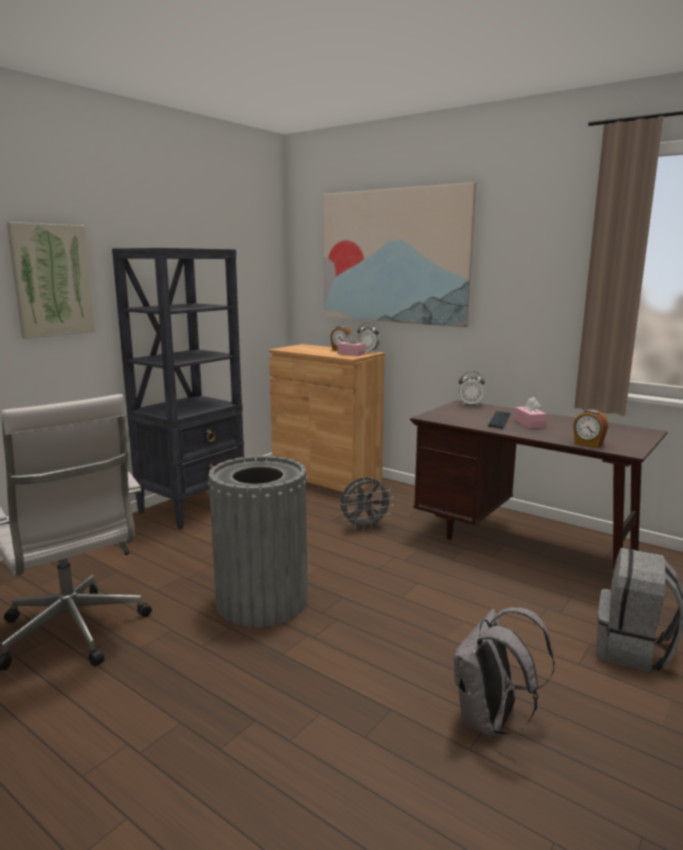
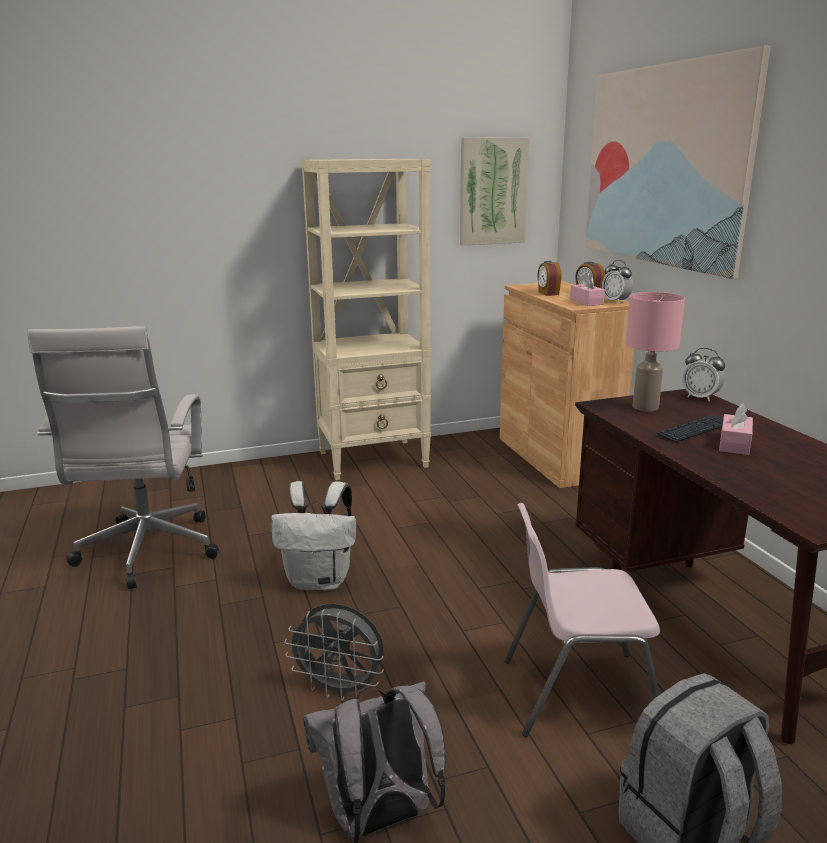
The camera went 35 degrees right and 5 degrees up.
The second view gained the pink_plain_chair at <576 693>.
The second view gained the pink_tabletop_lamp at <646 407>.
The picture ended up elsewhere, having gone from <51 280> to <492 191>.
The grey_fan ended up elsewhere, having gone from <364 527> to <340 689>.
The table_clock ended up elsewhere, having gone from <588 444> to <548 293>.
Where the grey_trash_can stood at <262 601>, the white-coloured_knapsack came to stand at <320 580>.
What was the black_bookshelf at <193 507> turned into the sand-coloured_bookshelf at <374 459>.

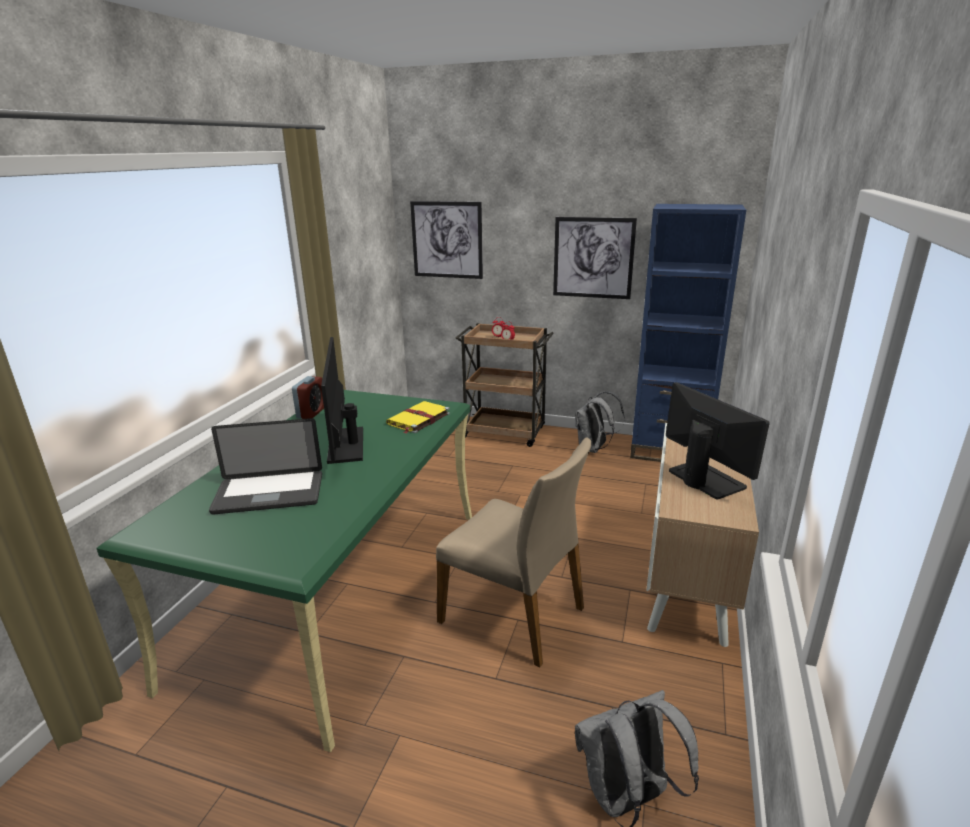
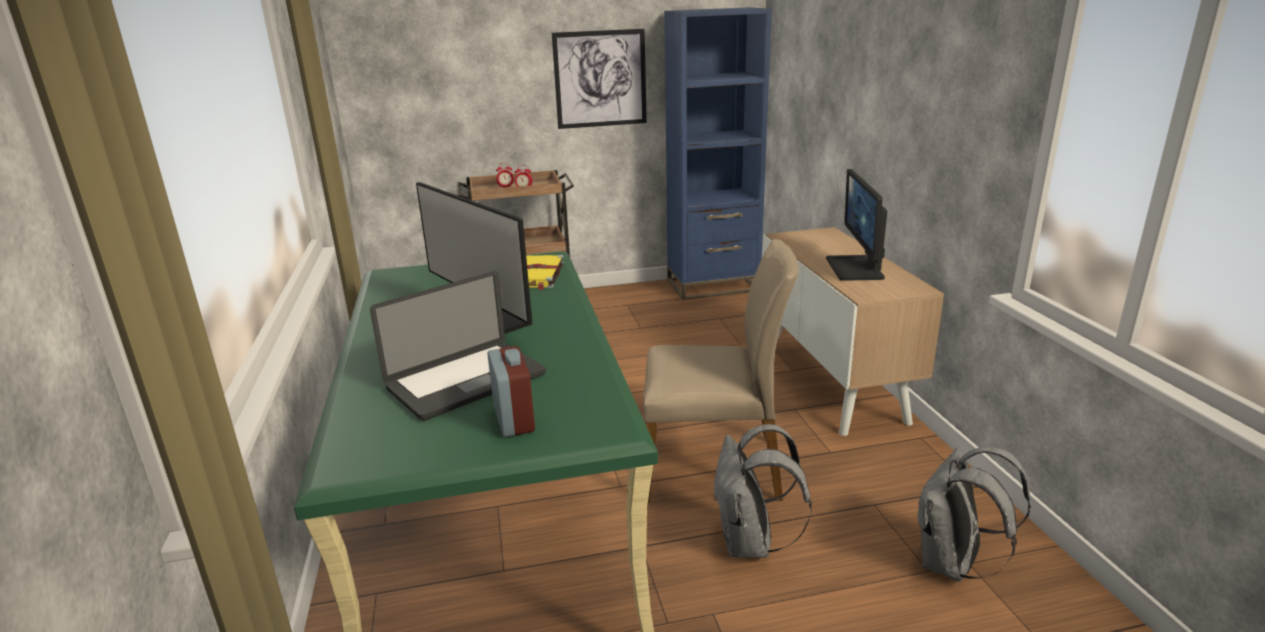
The camera went 30 degrees left and 0 degrees up.
The second view lost the picture at <447 240>.
The table_clock ended up elsewhere, having gone from <311 413> to <514 419>.
The grey_knapsack ended up elsewhere, having gone from <593 449> to <750 544>.
The computer_display at <704 479> ended up facing another way, 120 degrees counterclockwise from before.

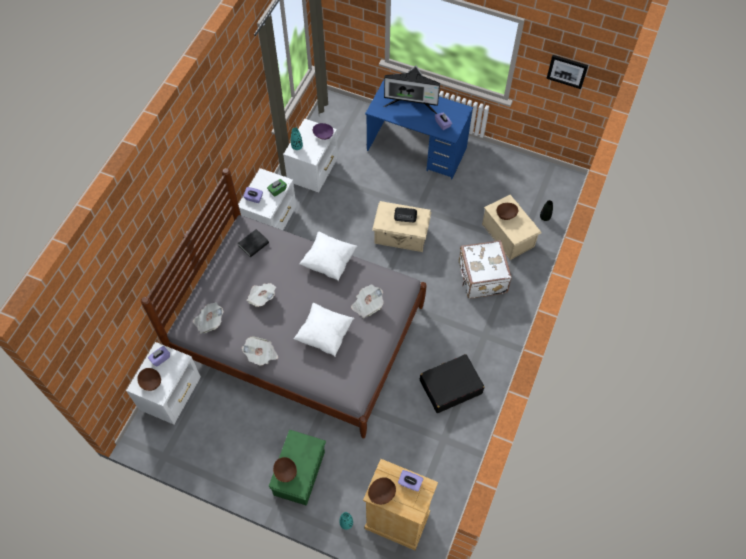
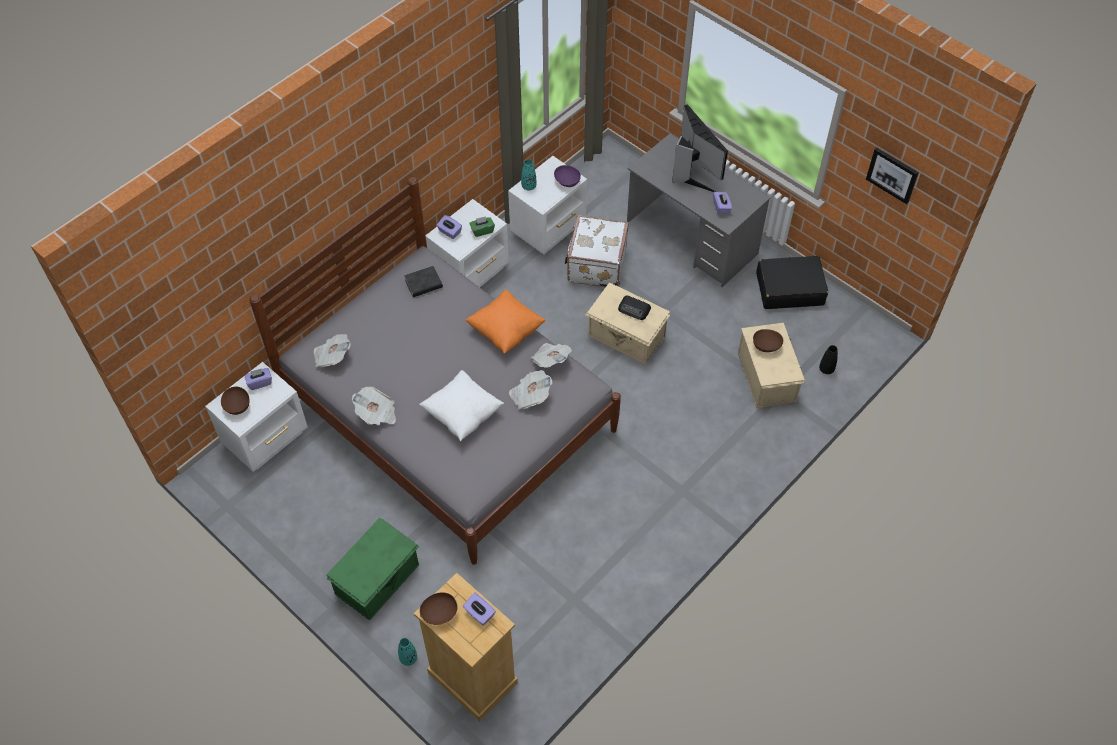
The camera went 20 degrees right and 5 degrees down.
The second view lost the brown_bowl at <285 472>.
The printed_paper ended up elsewhere, having gone from <261 297> to <551 360>.
The black_travel_case ended up elsewhere, having gone from <450 387> to <789 289>.
The white-coloured_travel_case ended up elsewhere, having gone from <481 278> to <595 265>.
What was the white-coloured_pillow at <328 262> turned into the orange-coloured_pillow at <505 331>.
What was the blue_desk_table at <416 150> turned into the grey_desk_table at <691 238>.
The computer_display at <411 105> ended up facing another way, 150 degrees counterclockwise from before.

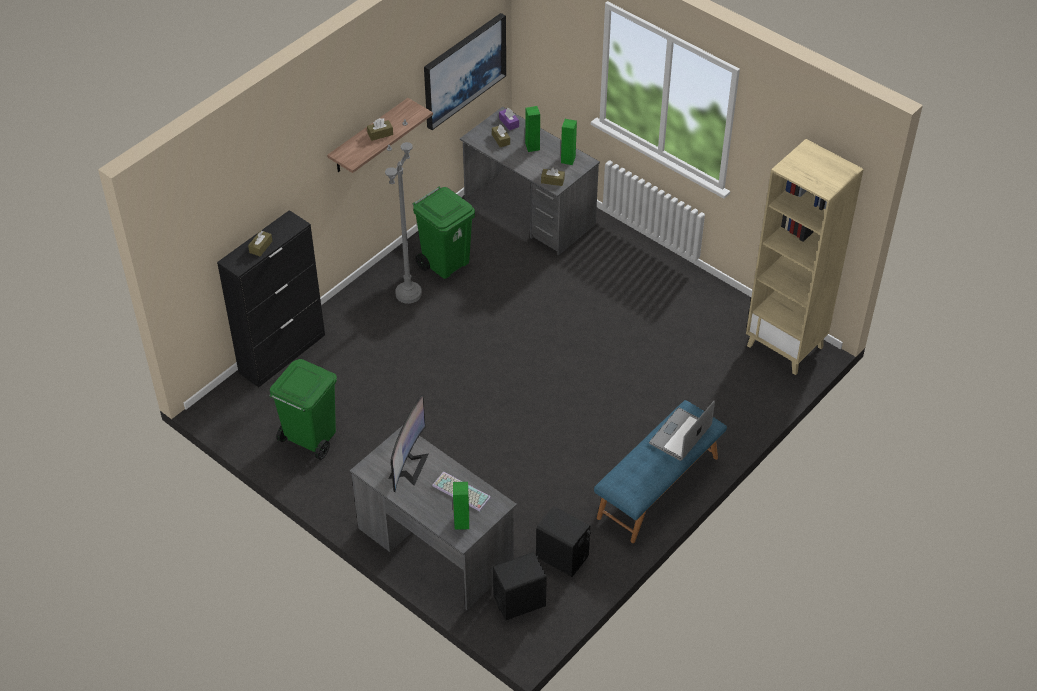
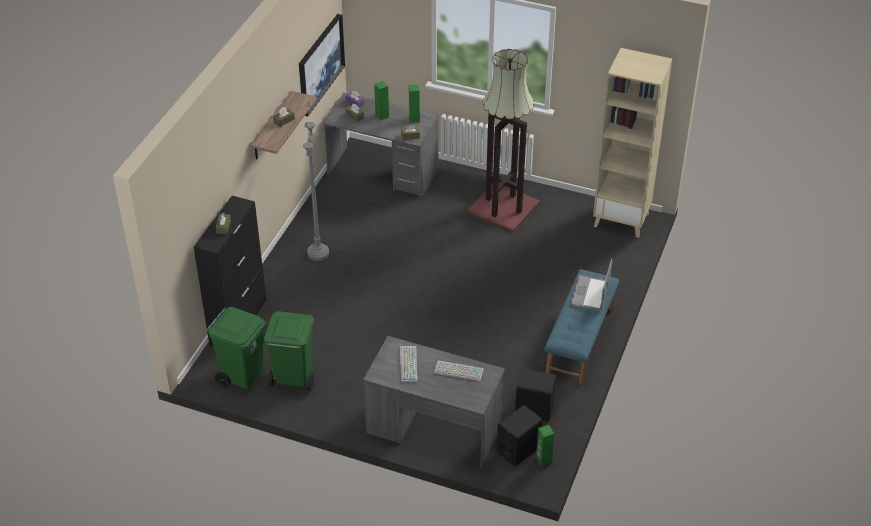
The camera went 20 degrees left and 5 degrees down.
The second view gained the standard_lamp at <504 207>.
The green_trash_can ended up elsewhere, having gone from <446 263> to <242 375>.
The green_loudspeaker ended up elsewhere, having gone from <461 522> to <543 460>.
Where the computer_display stood at <408 466>, the computer_keyboard came to stand at <407 364>.

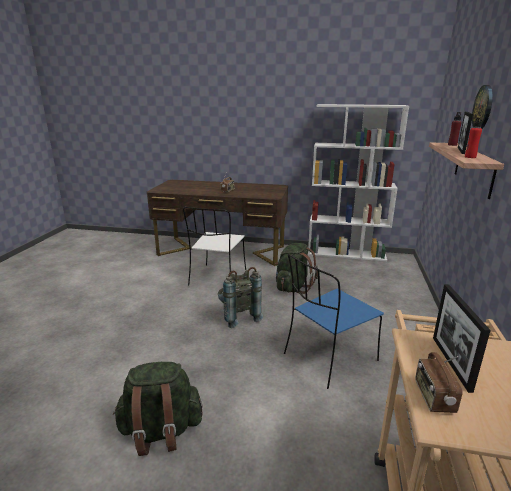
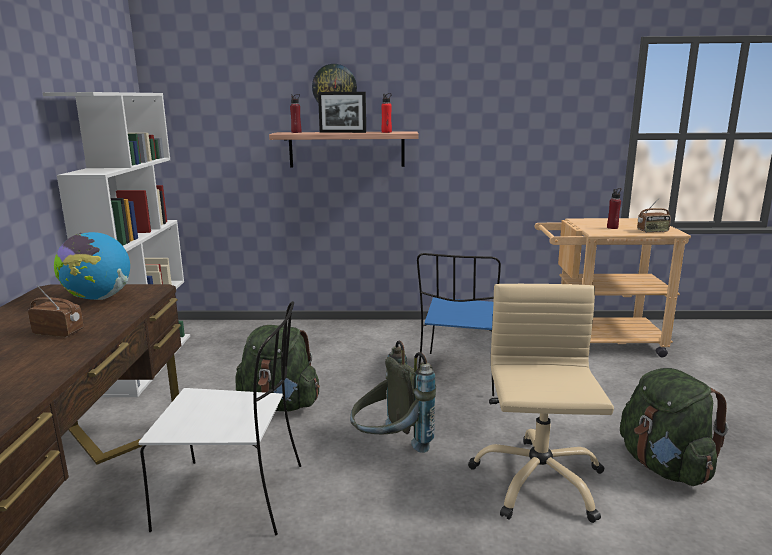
The camera went 100 degrees left and 5 degrees down.
The second view gained the globe at <98 298>.
The second view gained the sand-coloured_desk_chair at <537 481>.
Where the photo_frame stood at <451 362>, the reddish_drink_bottle came to stand at <612 227>.
The blue_plain_chair at <328 358> ended up facing another way, 60 degrees clockwise from before.

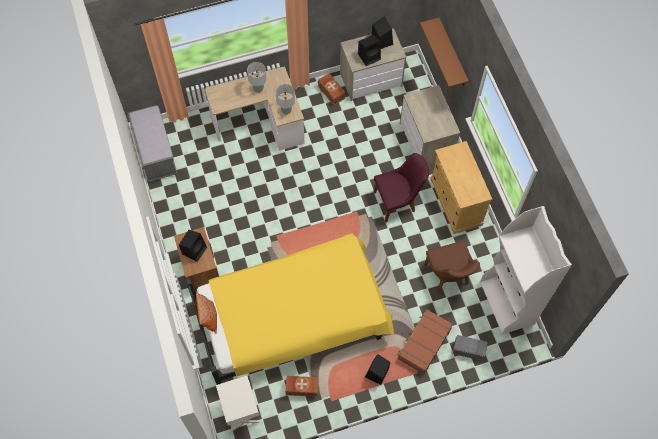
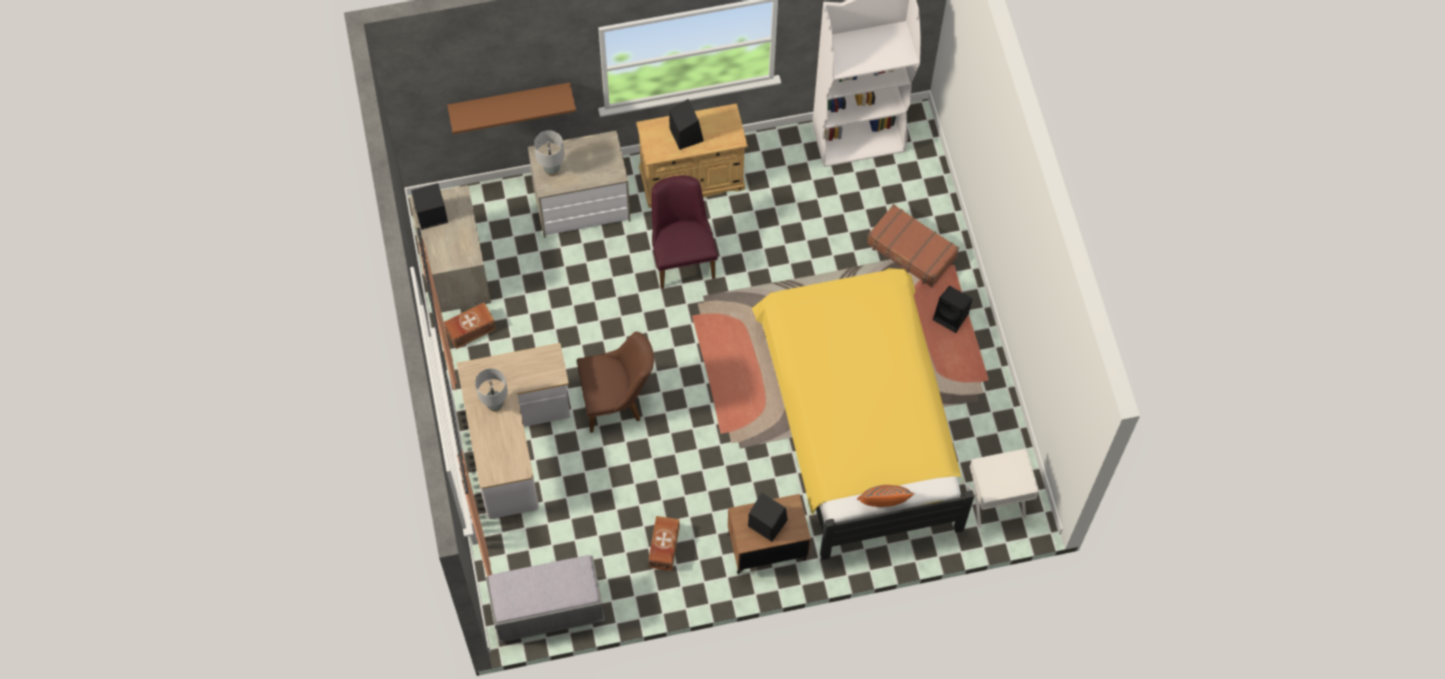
The camera went 85 degrees left and 0 degrees up.
The second view lost the grey_storage_bin at <469 350>.
The grey_tabletop_lamp ended up elsewhere, having gone from <286 111> to <551 170>.
The brown_storage_bin ended up elsewhere, having gone from <301 387> to <663 548>.
The black_loudspeaker ended up elsewhere, having gone from <369 56> to <685 134>.
The brown_plain_chair ended up elsewhere, having gone from <448 277> to <617 401>.

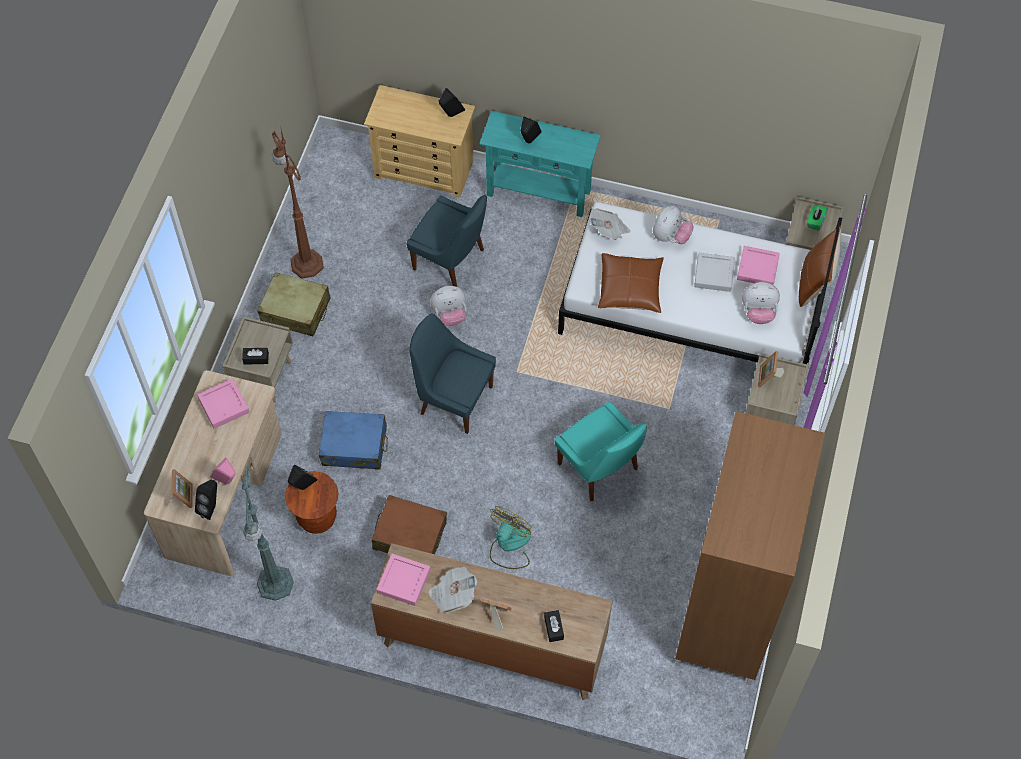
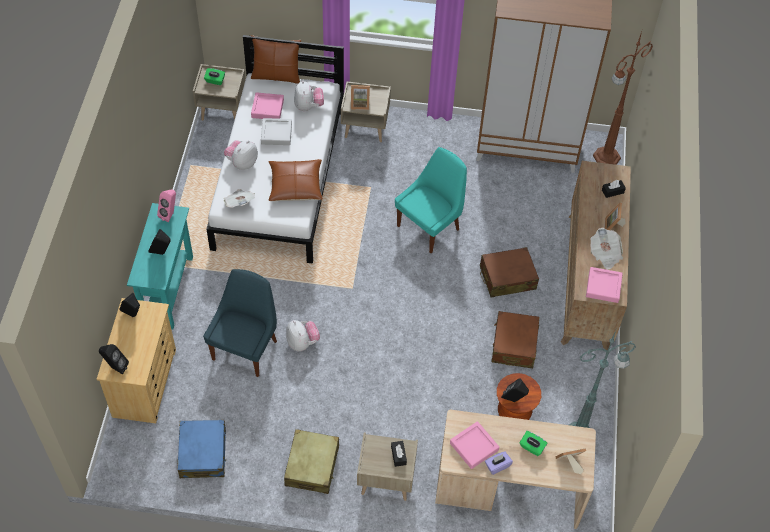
The camera went 100 degrees left and 5 degrees down.
The second view lost the blue_plain_chair at <453 399>.
The second view gained the purple_tissue_box at <497 466>.
The second view gained the green_tissue_box at <532 447>.
The black_loudspeaker ended up elsewhere, having gone from <211 507> to <115 367>.
The pink_loudspeaker ended up elsewhere, having gone from <227 481> to <170 214>.
The brown_standard_lamp ended up elsewhere, having gone from <306 262> to <605 157>.
The blue_travel_case ended up elsewhere, having gone from <354 446> to <203 453>.
Where the fan stood at <509 546>, the brown_travel_case came to stand at <507 278>.
The soft_toy at <670 237> ended up facing another way, 75 degrees counterclockwise from before.

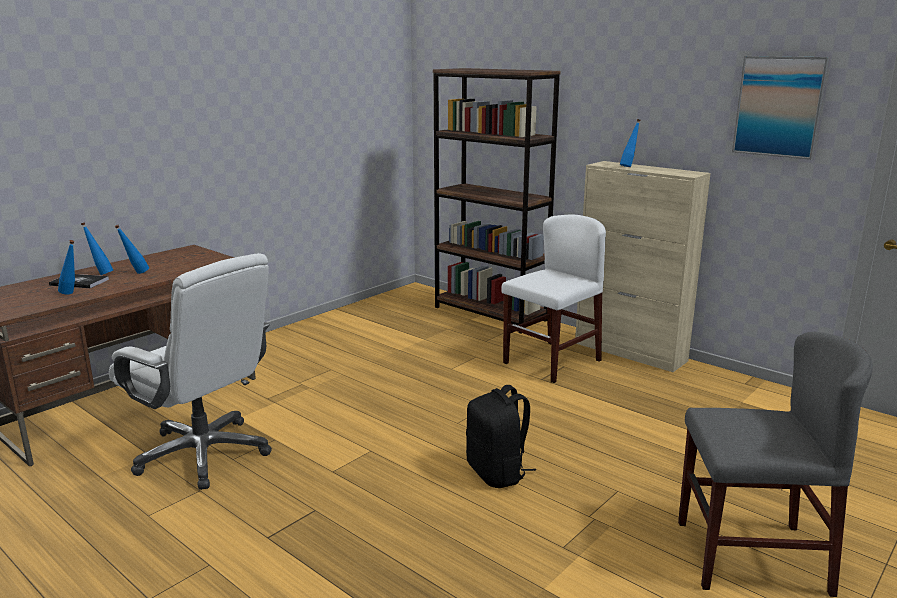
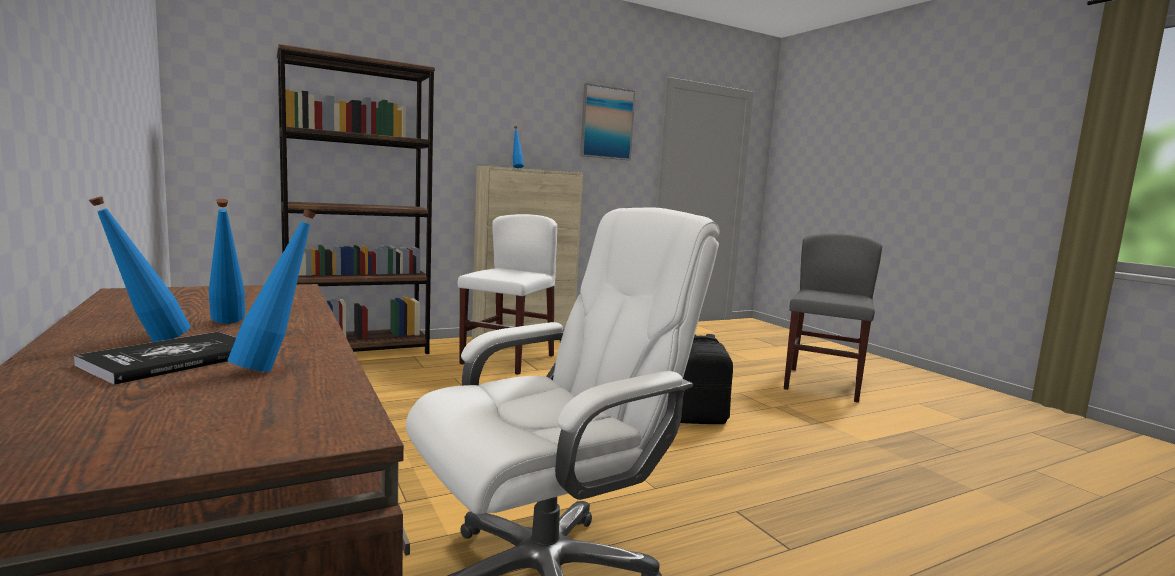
The camera went 70 degrees left and 10 degrees down.
The white-coloured_plain_chair at <552 361> ended up facing another way, 45 degrees clockwise from before.

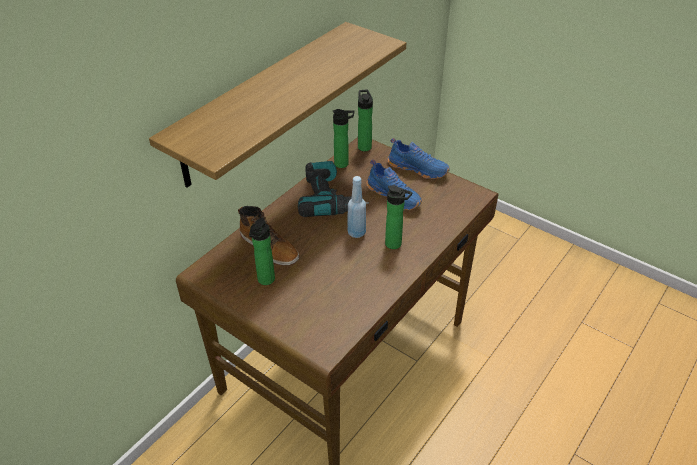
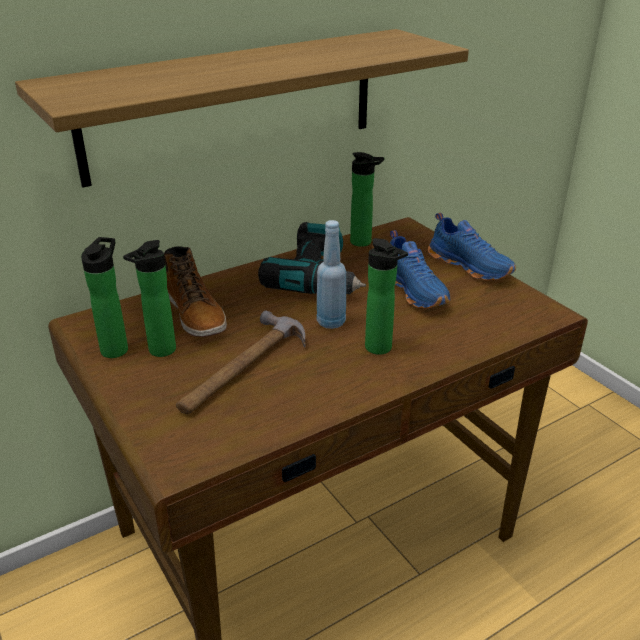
The camera went 20 degrees right and 10 degrees down.
The second view gained the hammer at <242 368>.
The drink_bottle ended up elsewhere, having gone from <364 146> to <116 348>.

